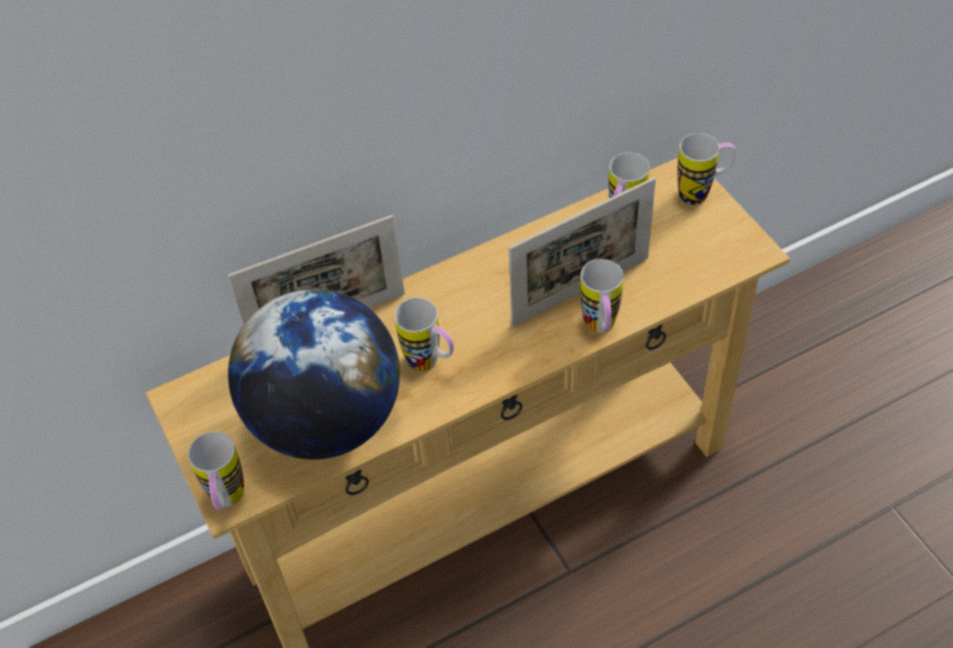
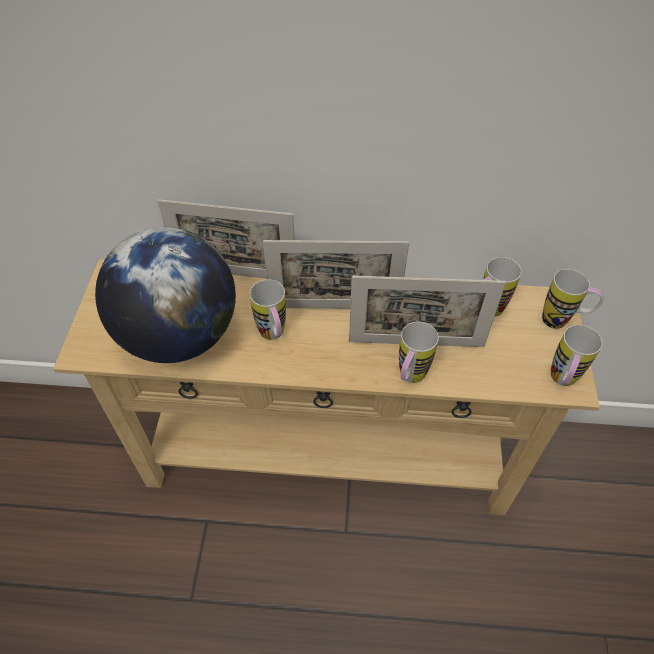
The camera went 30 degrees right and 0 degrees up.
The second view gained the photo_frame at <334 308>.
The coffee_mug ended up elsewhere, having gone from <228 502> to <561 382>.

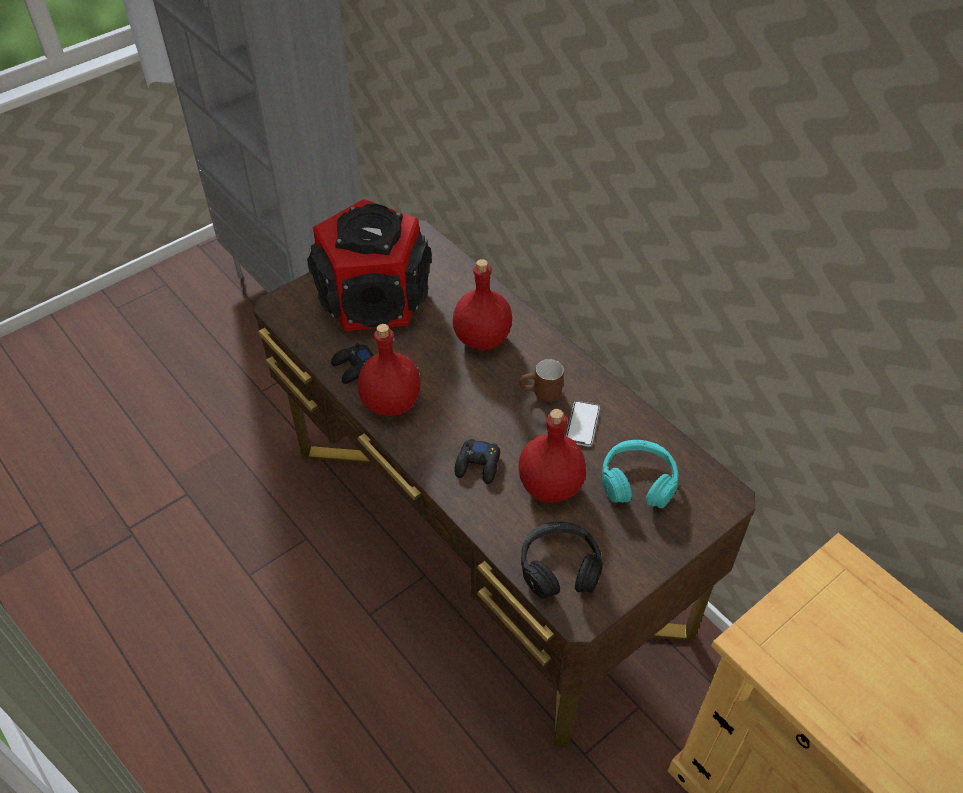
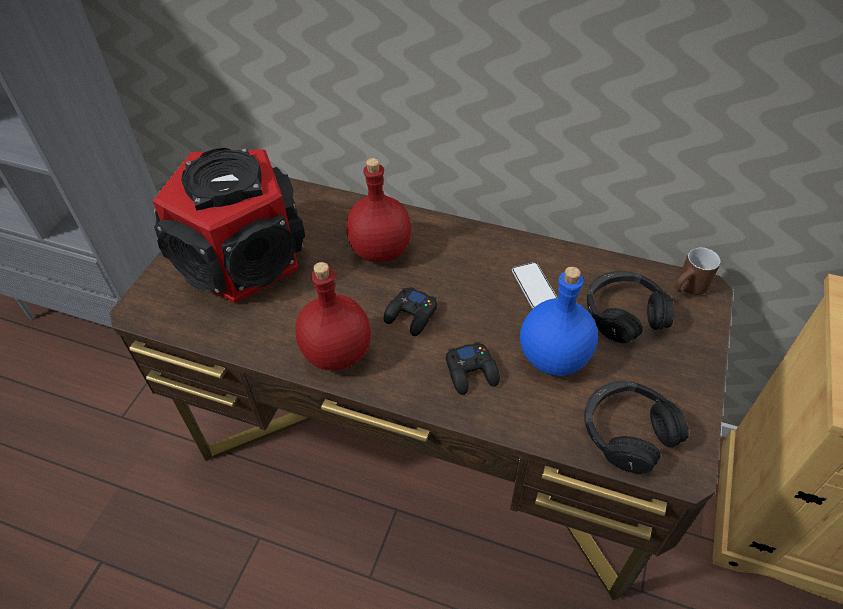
The camera went 30 degrees left and 0 degrees up.
The black_game_controller ended up elsewhere, having gone from <355 368> to <411 315>.
The brown_coffee_mug ended up elsewhere, having gone from <541 395> to <689 290>.
What was the reddish_drink_bottle at <549 485> turned into the blue_drink_bottle at <552 358>.
What was the turquoise_headset at <638 481> turned into the black_headset at <624 314>.

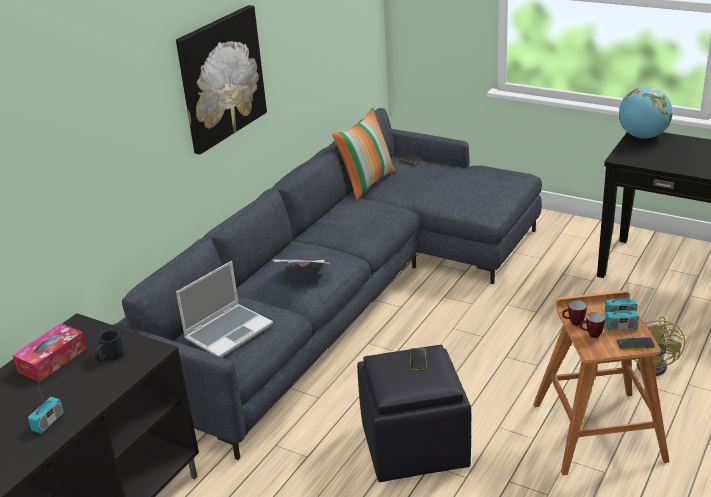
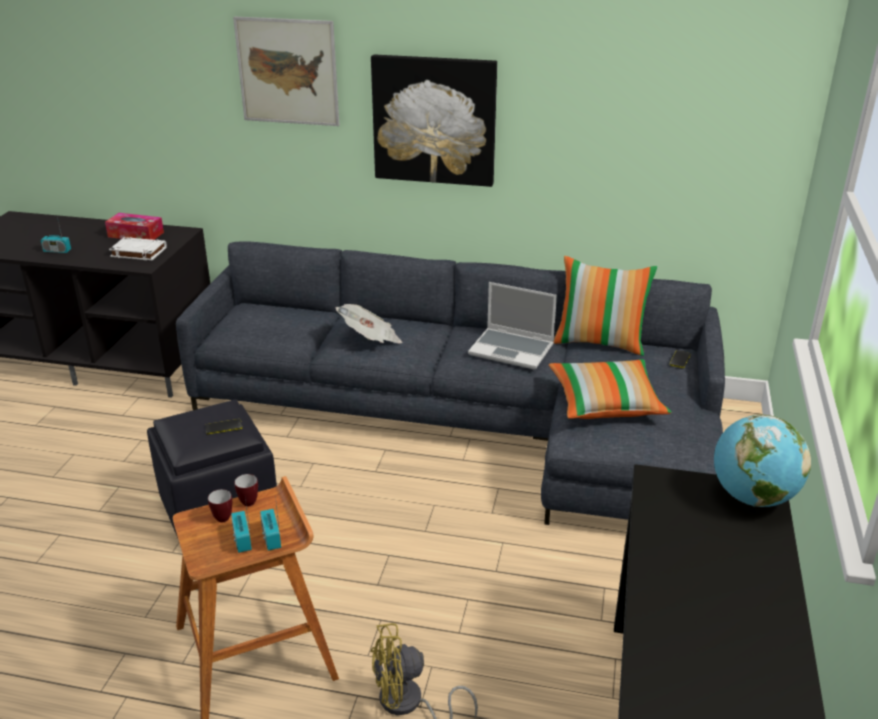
The camera went 70 degrees right and 0 degrees up.
The second view lost the telephone at <635 344>.
The second view gained the picture at <287 71>.
The second view gained the pillow at <606 403>.
The laptop ended up elsewhere, having gone from <229 331> to <512 350>.
Where the black_coffee_mug stood at <109 357>, the white-coloured_volume came to stand at <138 252>.

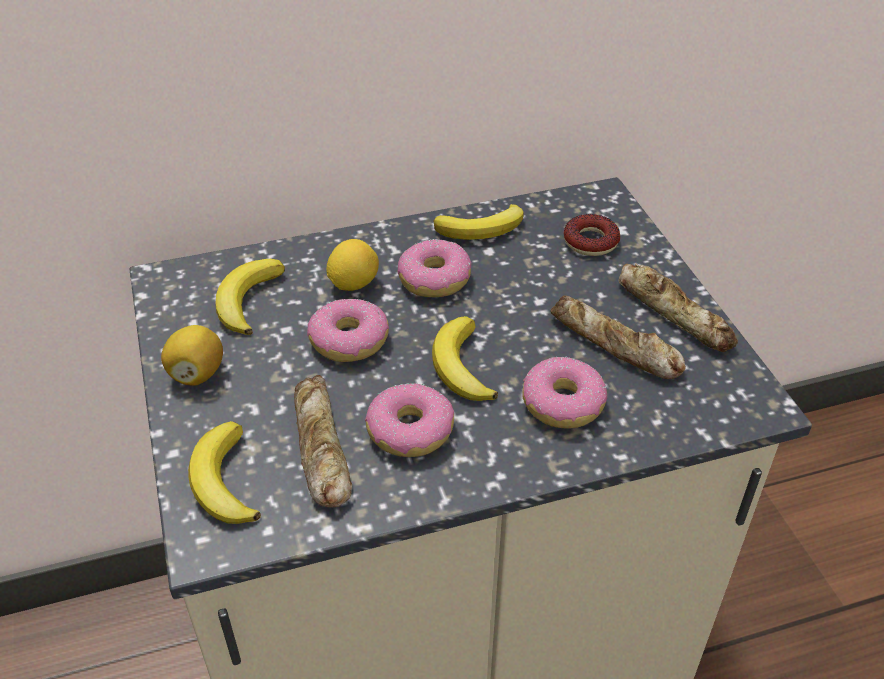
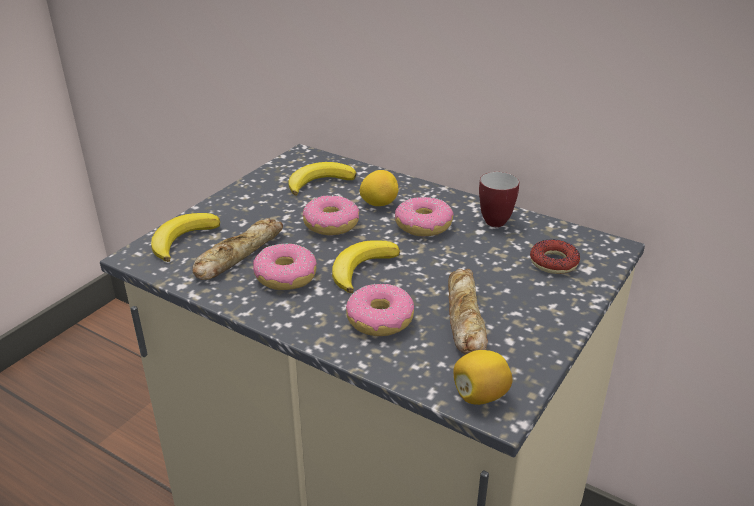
The camera went 50 degrees right and 10 degrees down.
The second view lost the baked_bread at <674 313>.
The lemon ended up elsewhere, having gone from <197 374> to <480 395>.
Where the banana stood at <482 228>, the coffee_mug came to stand at <496 219>.

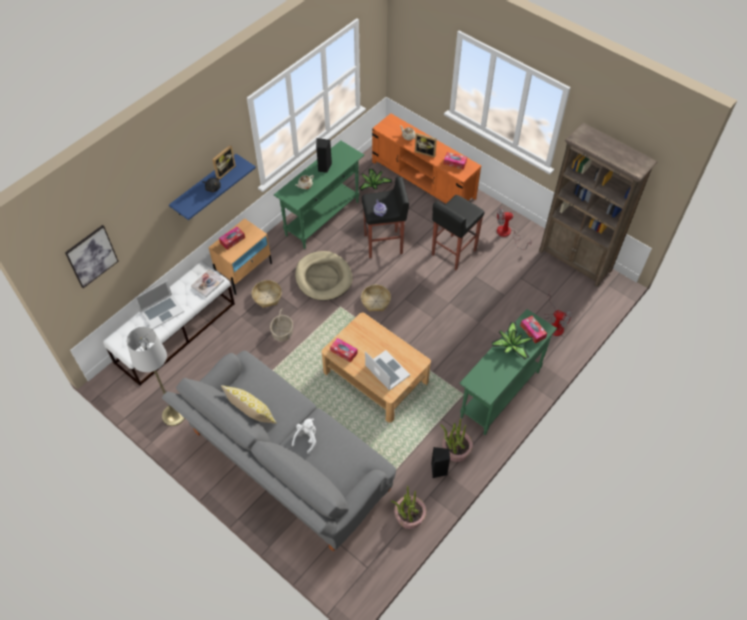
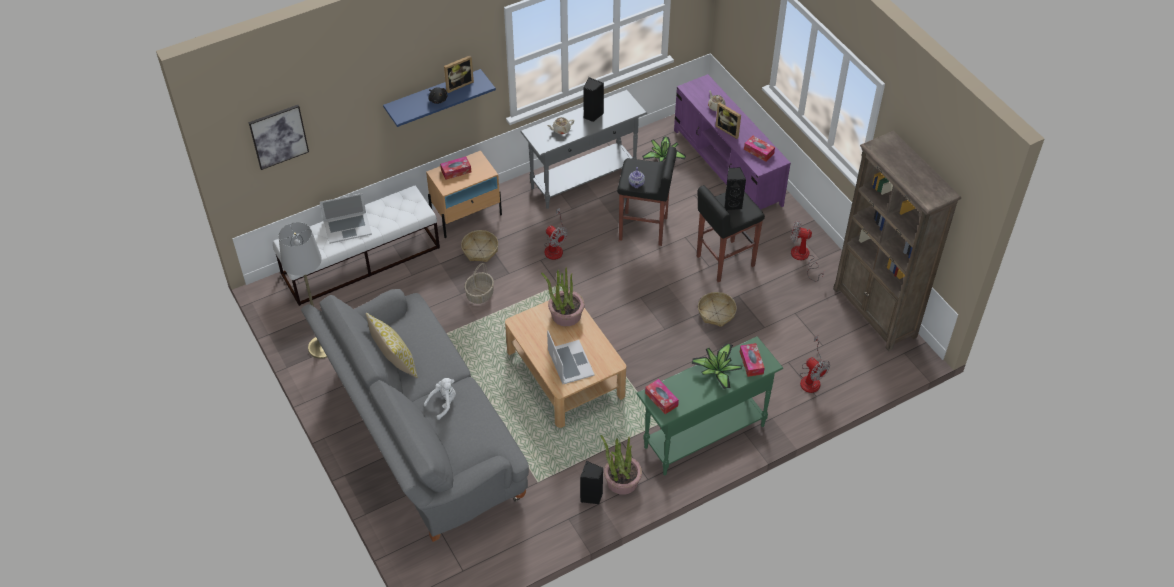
The camera went 20 degrees right and 5 degrees down.
The second view lost the volume at <208 284>.
The second view gained the black_loudspeaker at <732 204>.
The tissue_box ended up elsewhere, having gone from <344 352> to <661 399>.
The household_basket ended up elsewhere, having gone from <375 301> to <716 313>.
The plant_in_a_pot ended up elsewhere, having gone from <409 516> to <565 314>.
Where the sand-coloured_pet_bed stood at <323 277>, the fan came to stand at <554 247>.
What was the green_console_table at <323 218> turned into the grey_console_table at <584 180>.
What was the orange-coloured_media_console at <423 180> turned into the purple_media_console at <727 168>.

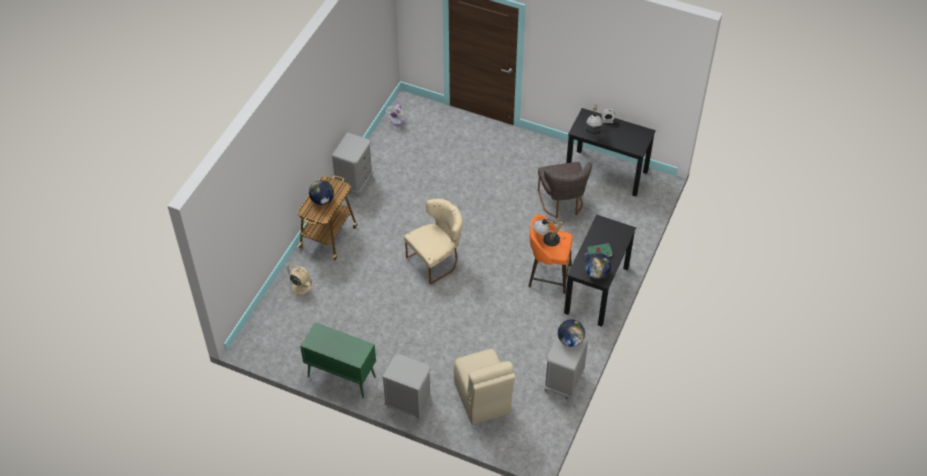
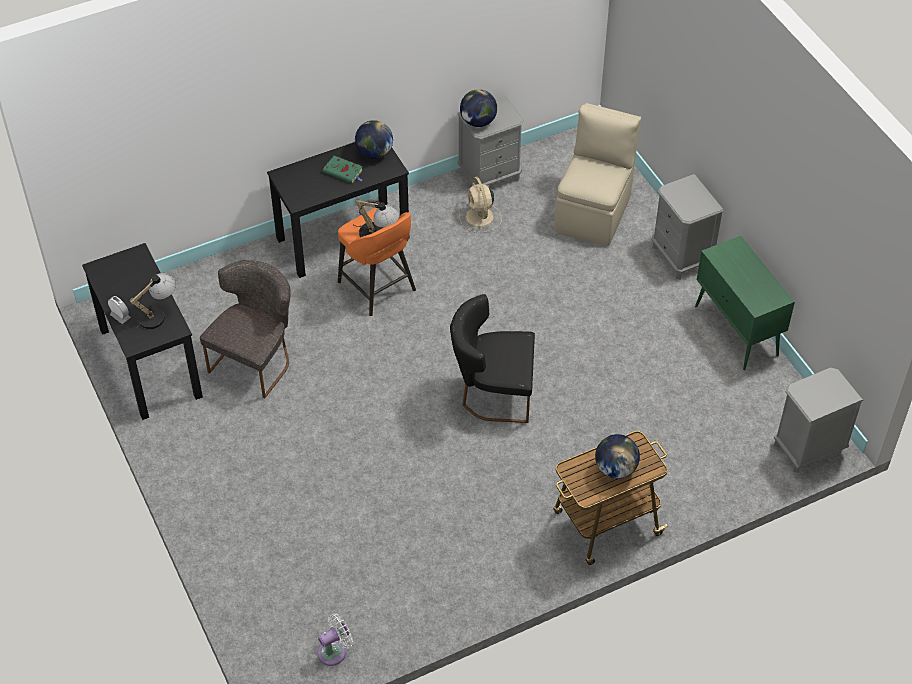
The camera went 140 degrees left and 0 degrees up.
The sand-coloured_fan ended up elsewhere, having gone from <300 286> to <480 217>.
The grey_bedside_table ended up elsewhere, having gone from <355 183> to <807 449>.
What was the sand-coloured_plain_chair at <436 260> turned into the black_plain_chair at <492 393>.

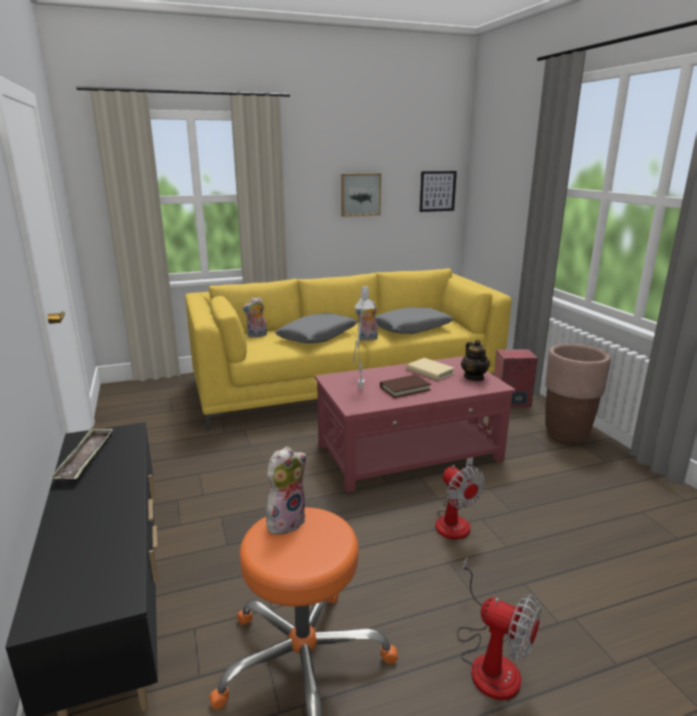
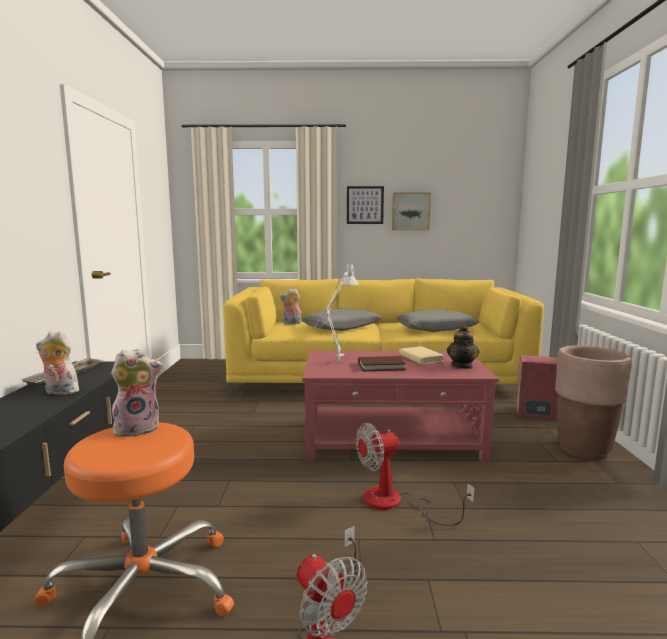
The camera went 20 degrees right and 10 degrees down.
The soft_toy ended up elsewhere, having gone from <367 339> to <59 392>.
The picture ended up elsewhere, having gone from <437 191> to <365 205>.
The fan at <456 520> ended up facing another way, 75 degrees clockwise from before.

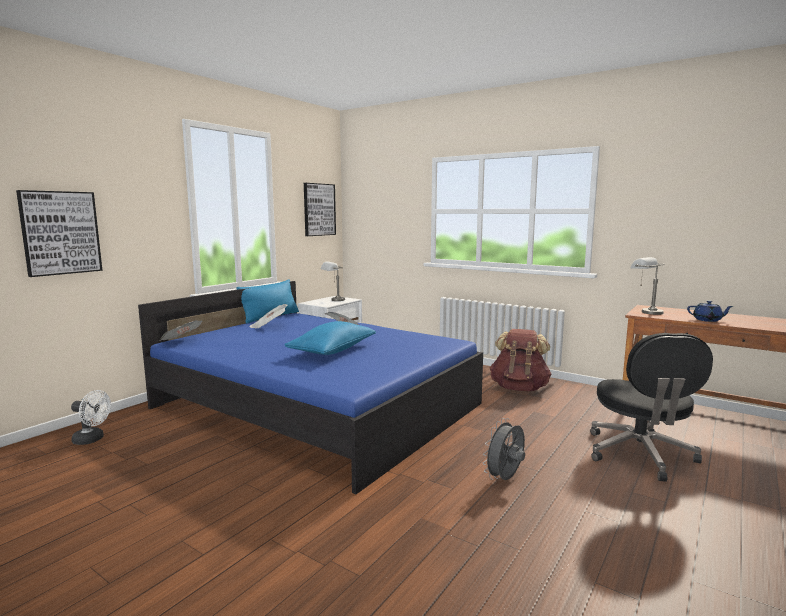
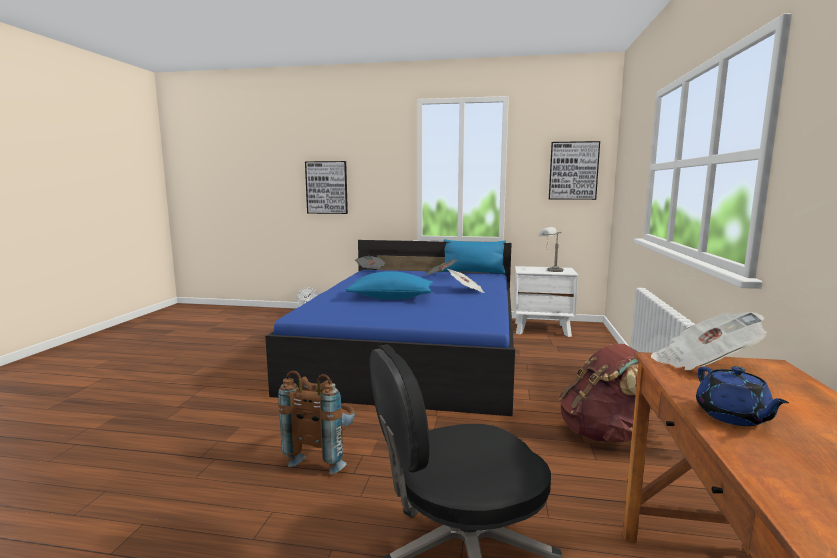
The camera went 65 degrees right and 0 degrees up.
Where the grey_fan stood at <505 479>, the brown_knapsack came to stand at <323 455>.
Where the grey_tabletop_lamp stood at <645 311>, the printed_paper came to stand at <703 364>.

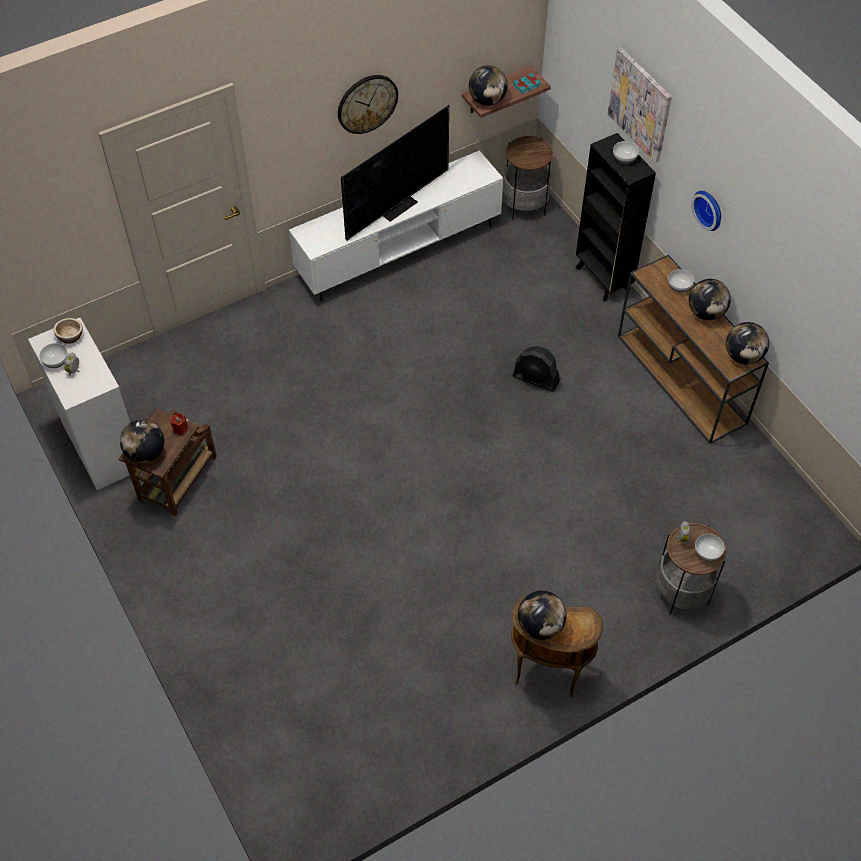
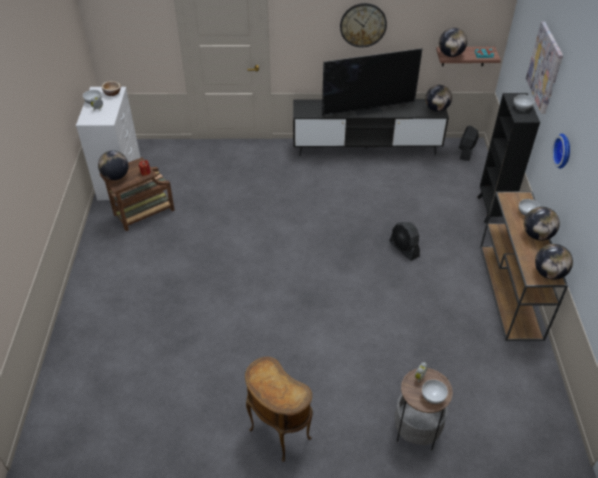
The camera went 30 degrees right and 10 degrees down.
The globe ended up elsewhere, having gone from <540 626> to <436 109>.
Where the end_table stood at <524 206>, the black_fan came to stand at <466 152>.
What was the white-coloured_media_console at <399 253> turned into the black_media_console at <366 148>.

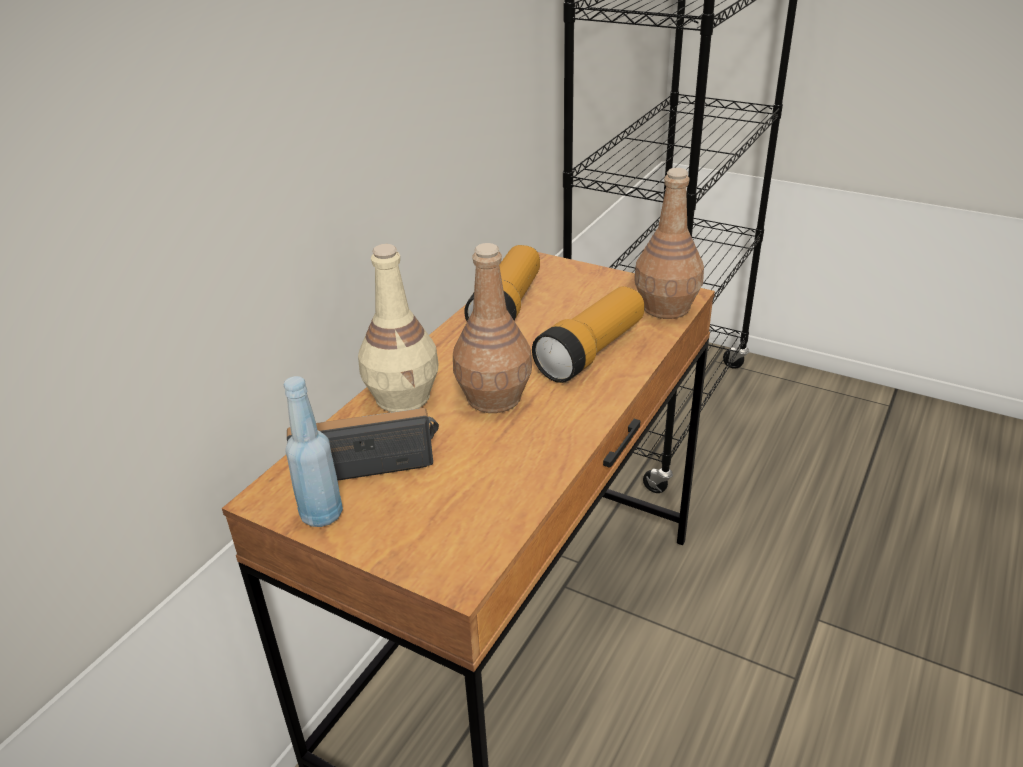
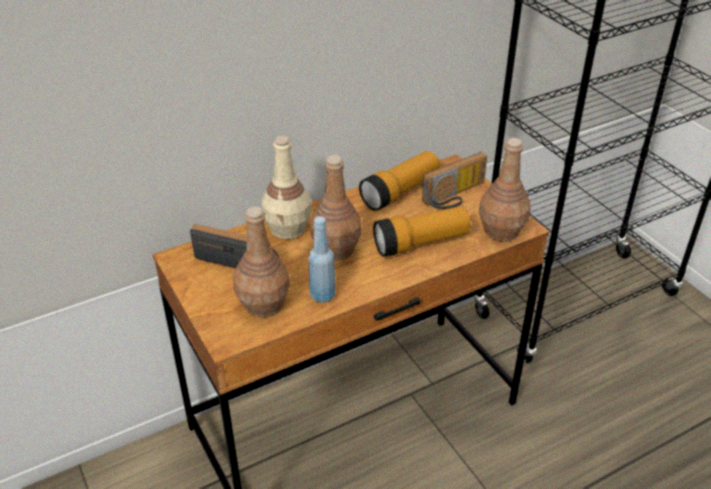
The camera went 30 degrees right and 5 degrees up.
The second view gained the brown_drink_bottle at <264 304>.
The second view gained the radio_set at <456 196>.
The blue_drink_bottle ended up elsewhere, having gone from <321 514> to <322 295>.

